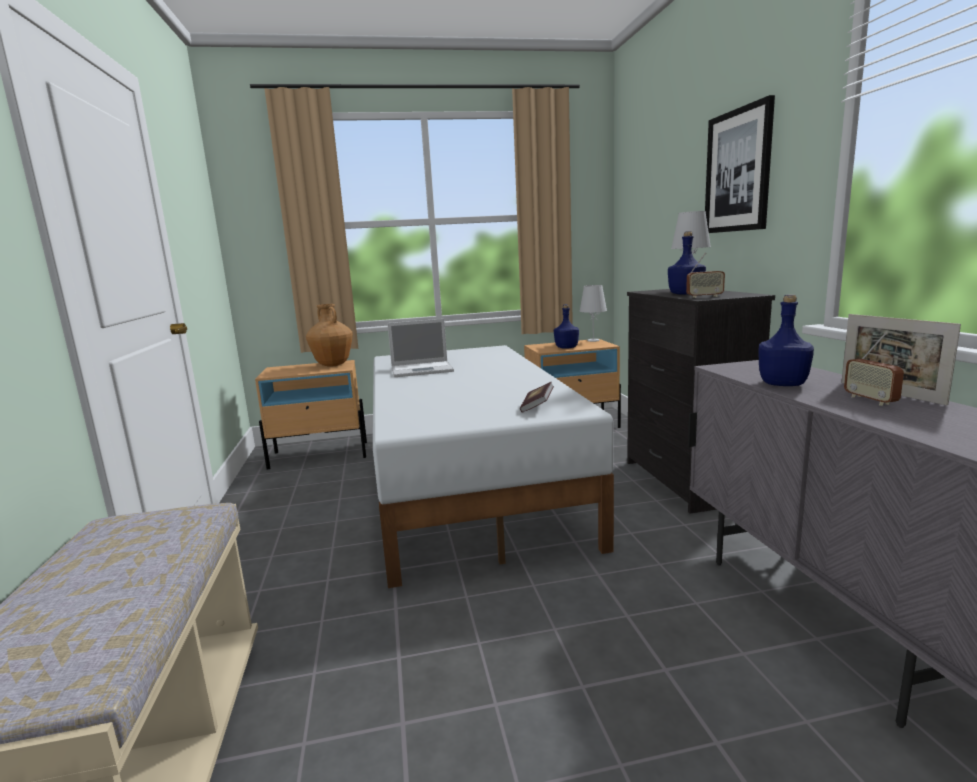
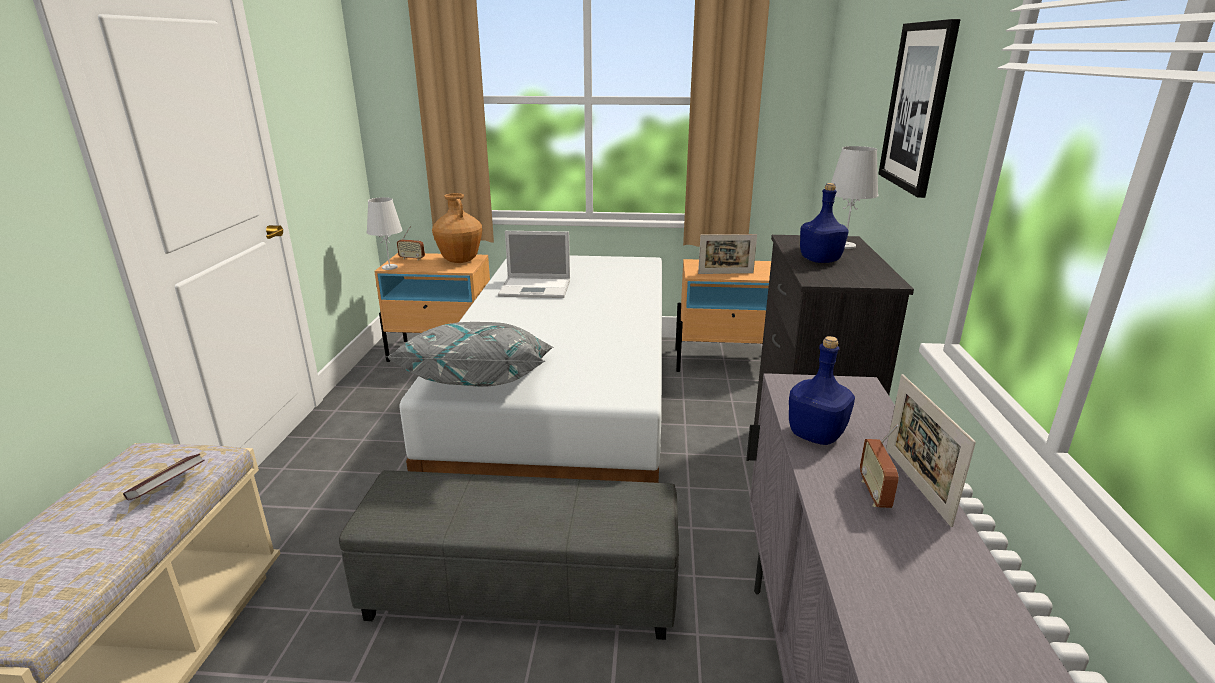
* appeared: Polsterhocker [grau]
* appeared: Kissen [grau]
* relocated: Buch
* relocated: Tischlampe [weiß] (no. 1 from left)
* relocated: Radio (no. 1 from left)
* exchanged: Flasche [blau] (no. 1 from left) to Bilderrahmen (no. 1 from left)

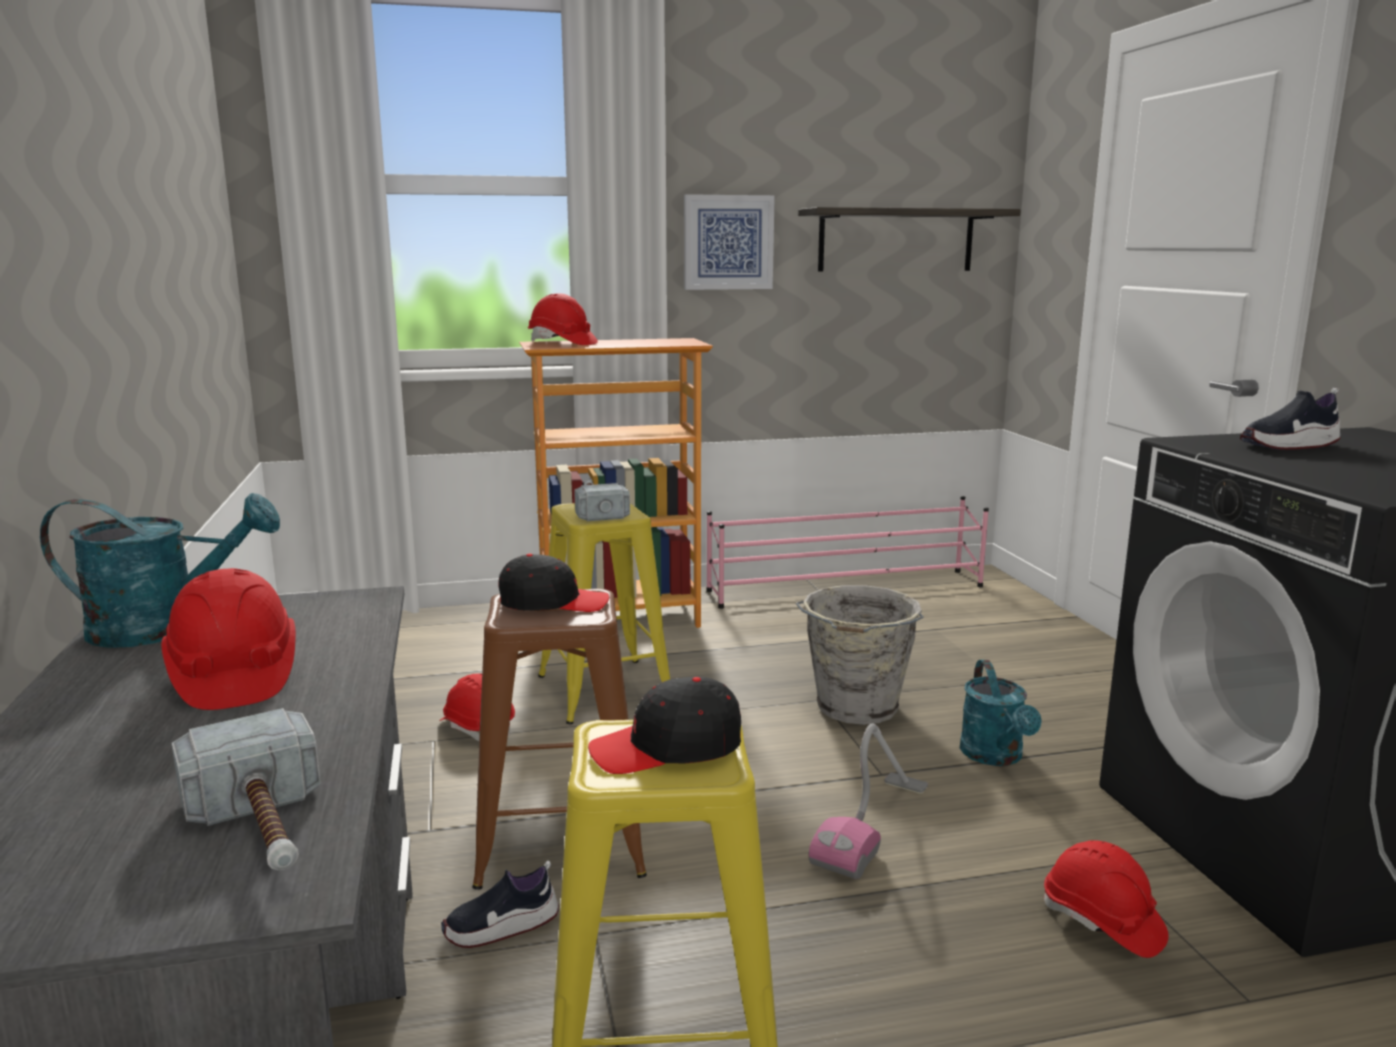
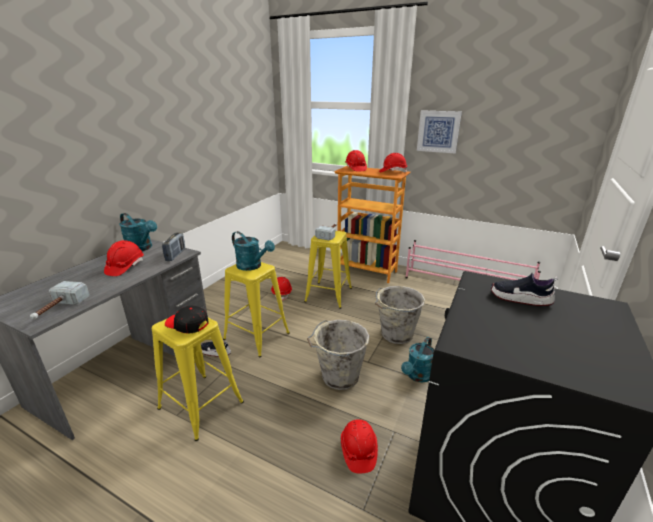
* missing: Wandregal
* appeared: Radio
* appeared: Schutzhelm [rot] (no. 5 from left)
* exchanged: Kappe [schwarz] (no. 1 from left) to Gießkanne [türkis] (no. 2 from left)
* exchanged: Staubsauger to Eimer [grau] (no. 1 from left)
* colour: Hocker [braun] to Hocker [gelb] (no. 2 from left)

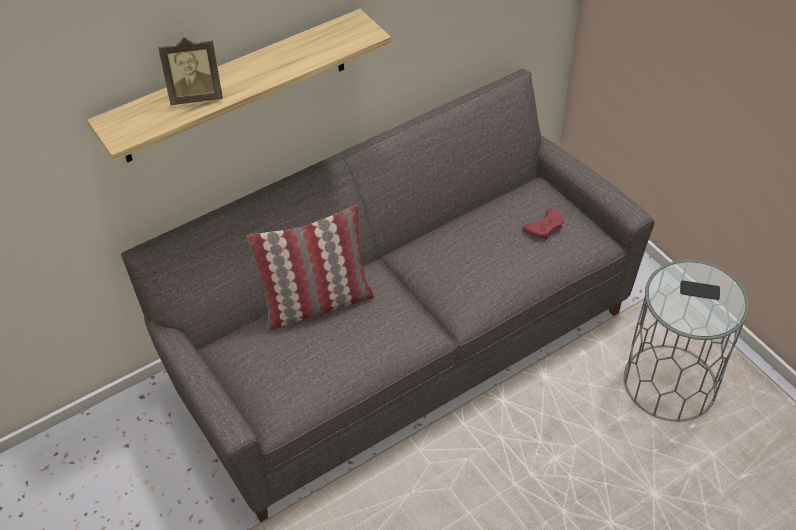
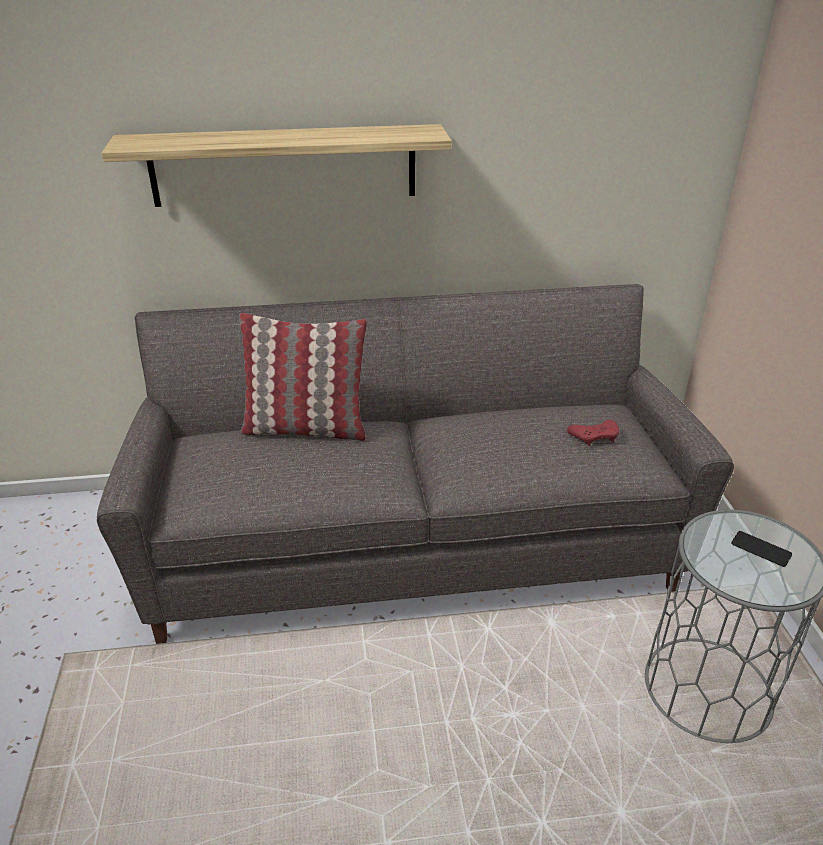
* missing: Bilderrahmen

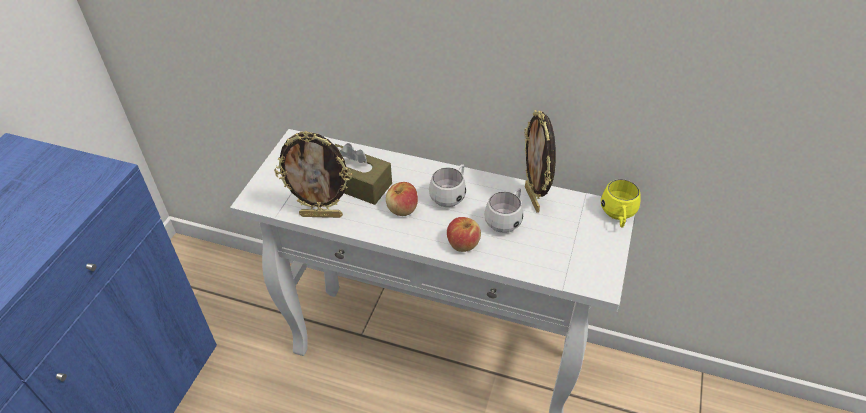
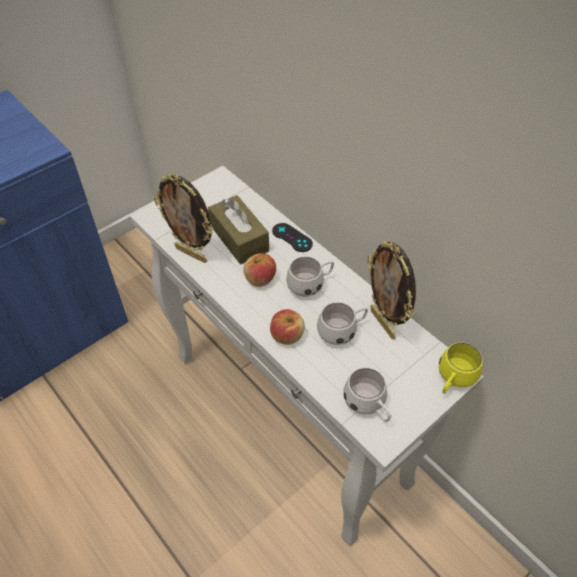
* appeared: Gamepad [schwarz]
* appeared: Henkelbecher [weiß] (no. 3 from left)
* spun: Bilderrahmen (no. 2 from left) 45 degrees counterclockwise

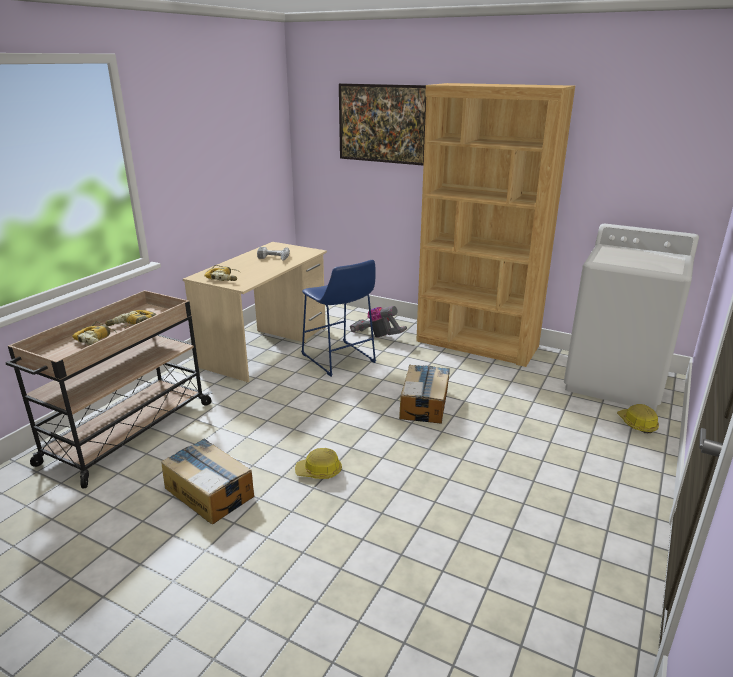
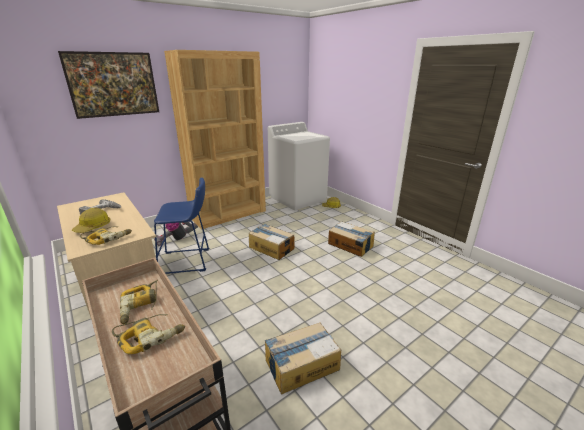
* appeared: Karton (no. 3 from left)
* relocated: Schutzhelm (no. 1 from left)

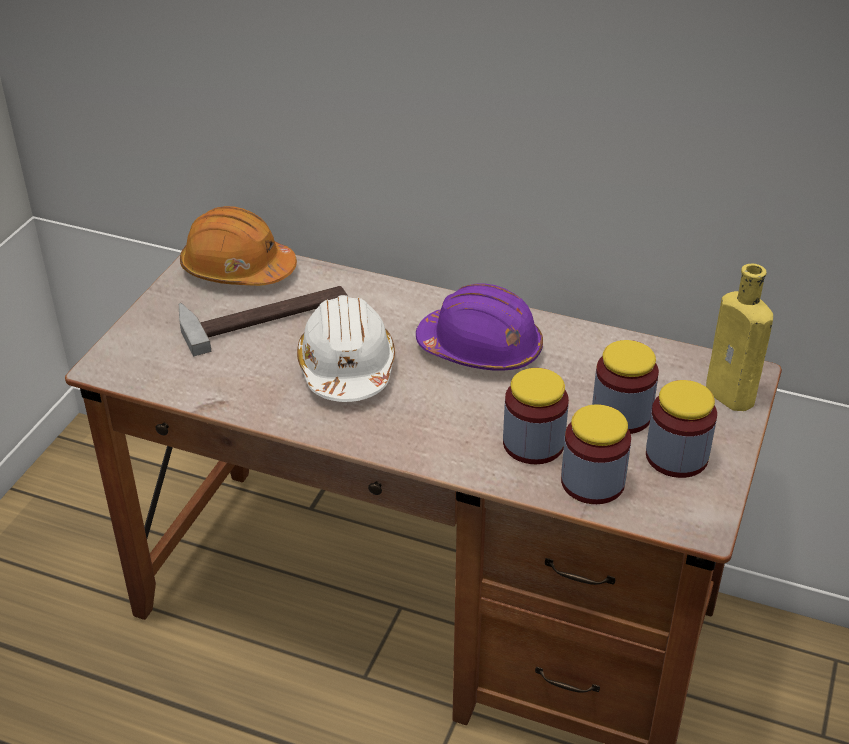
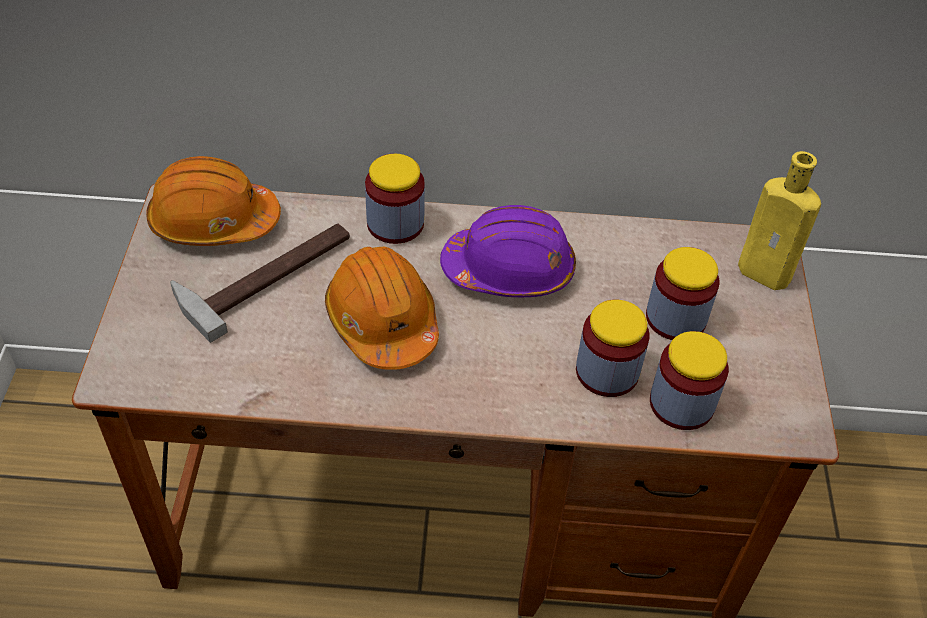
* relocated: Vorratsglas (no. 4 from left in the first image) to Vorratsglas (no. 1 from left)
* colour: Schutzhelm [weiß] to Schutzhelm [orange] (no. 2 from left)

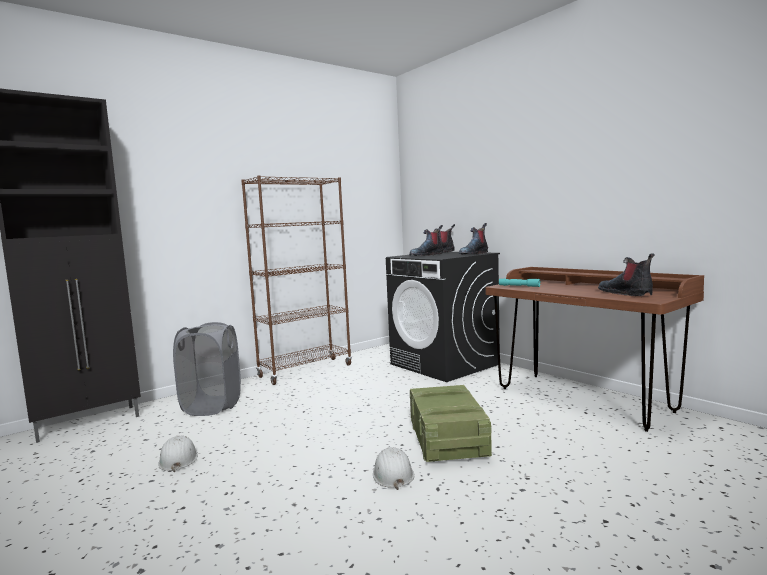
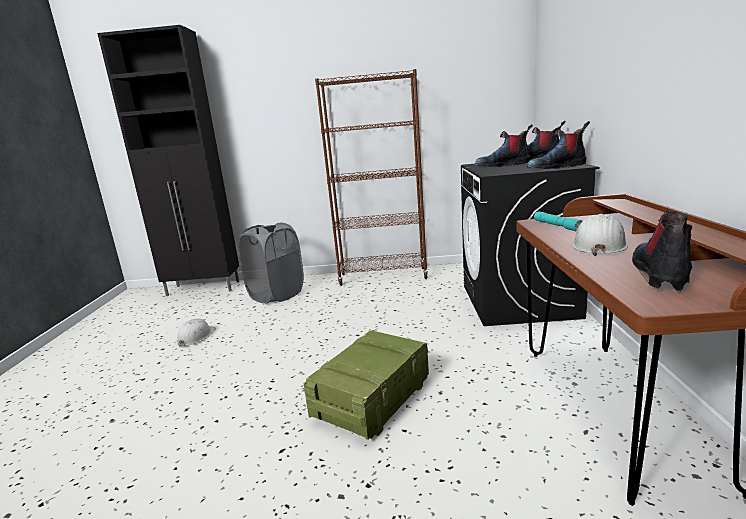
* relocated: Schutzhelm [weiß] (no. 2 from left)

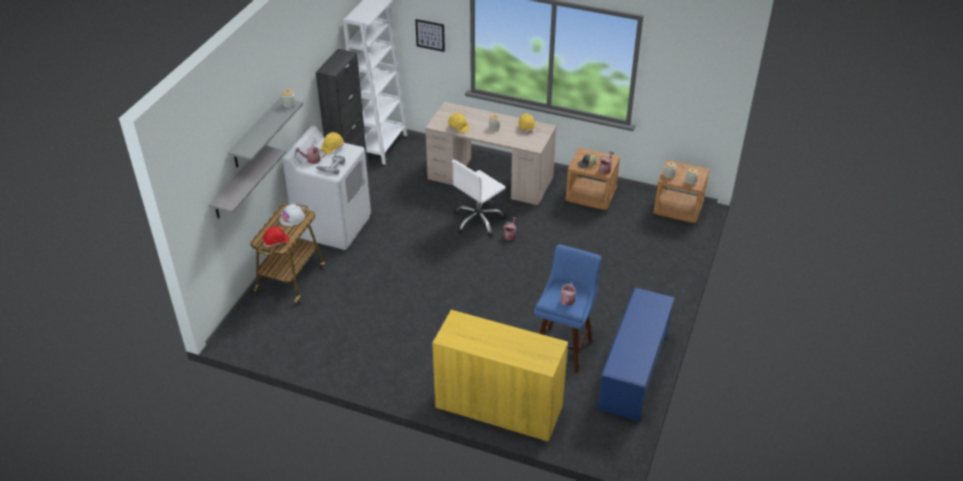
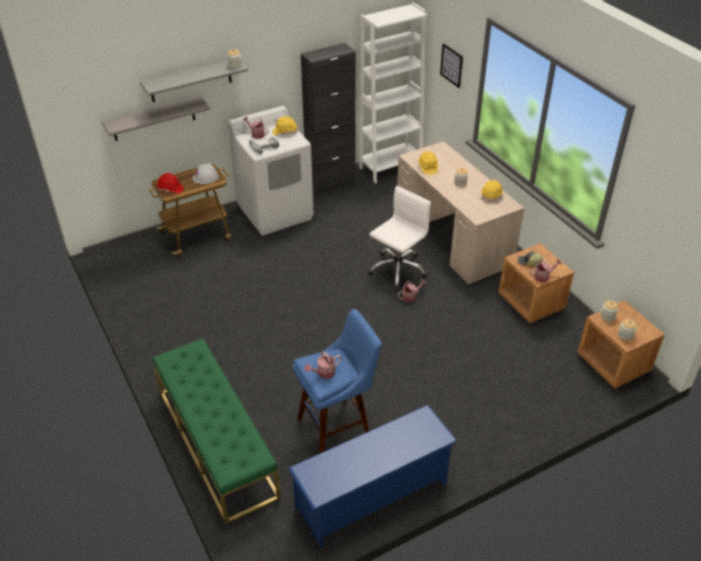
* exchanged: Schrank [gelb] to Bank [grün]
* spun: Bürostuhl [weiß] 135 degrees clockwise

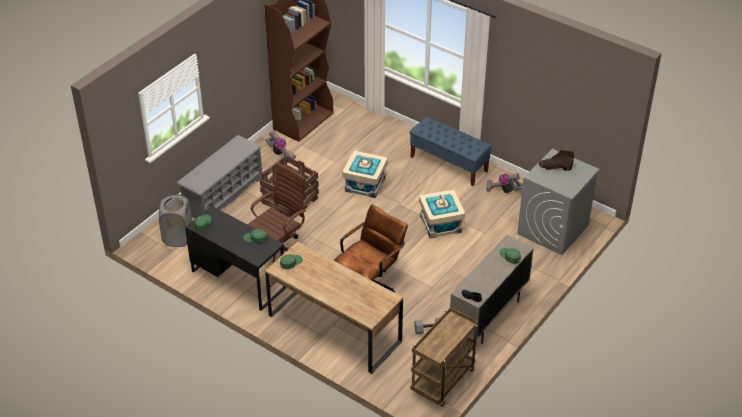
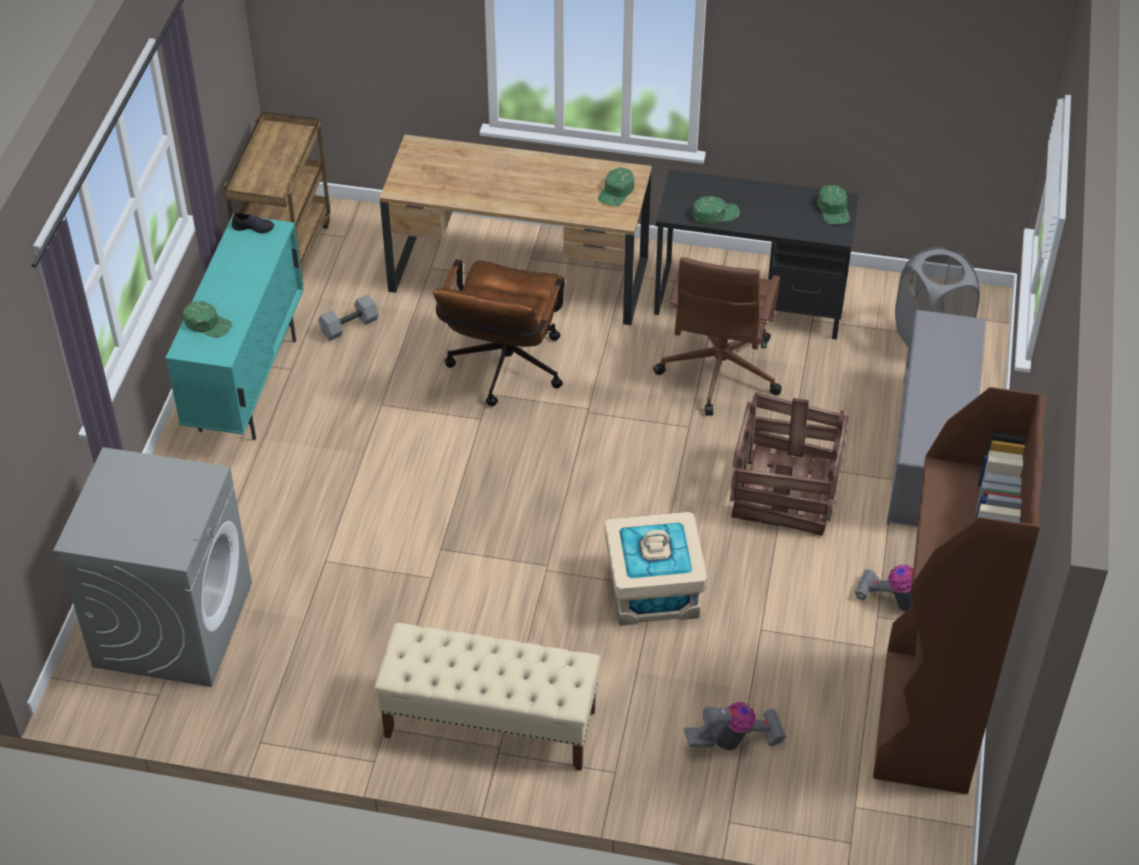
* missing: Aufbewahrungsbox [beige] (no. 2 from left)
* missing: Stiefel [braun]
* relocated: Staubsauger (no. 2 from left in the first image) to Staubsauger (no. 1 from left)
* colour: Bank [blau] to Bank [beige]
* colour: Schrank [beige] to Schrank [türkis]

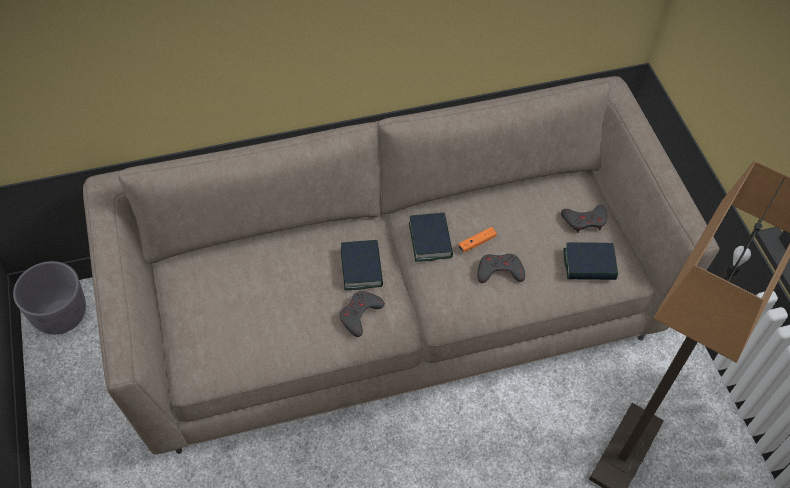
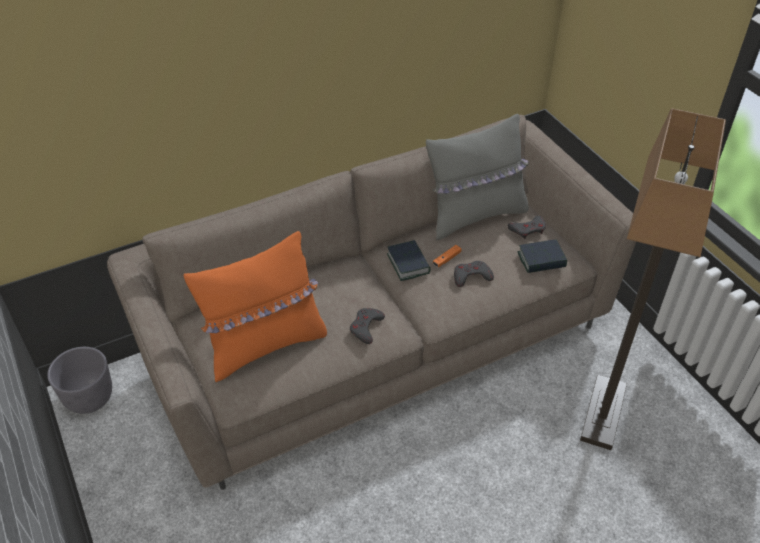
* missing: Buch (no. 1 from left)
* appeared: Kissen [orange]
* appeared: Kissen [grau]

